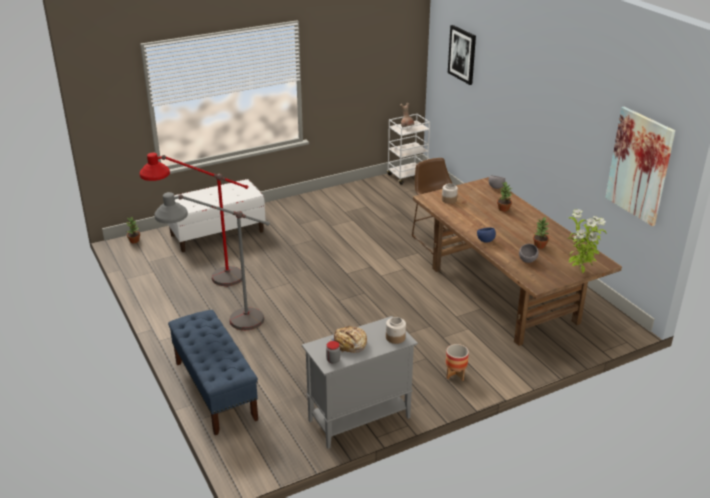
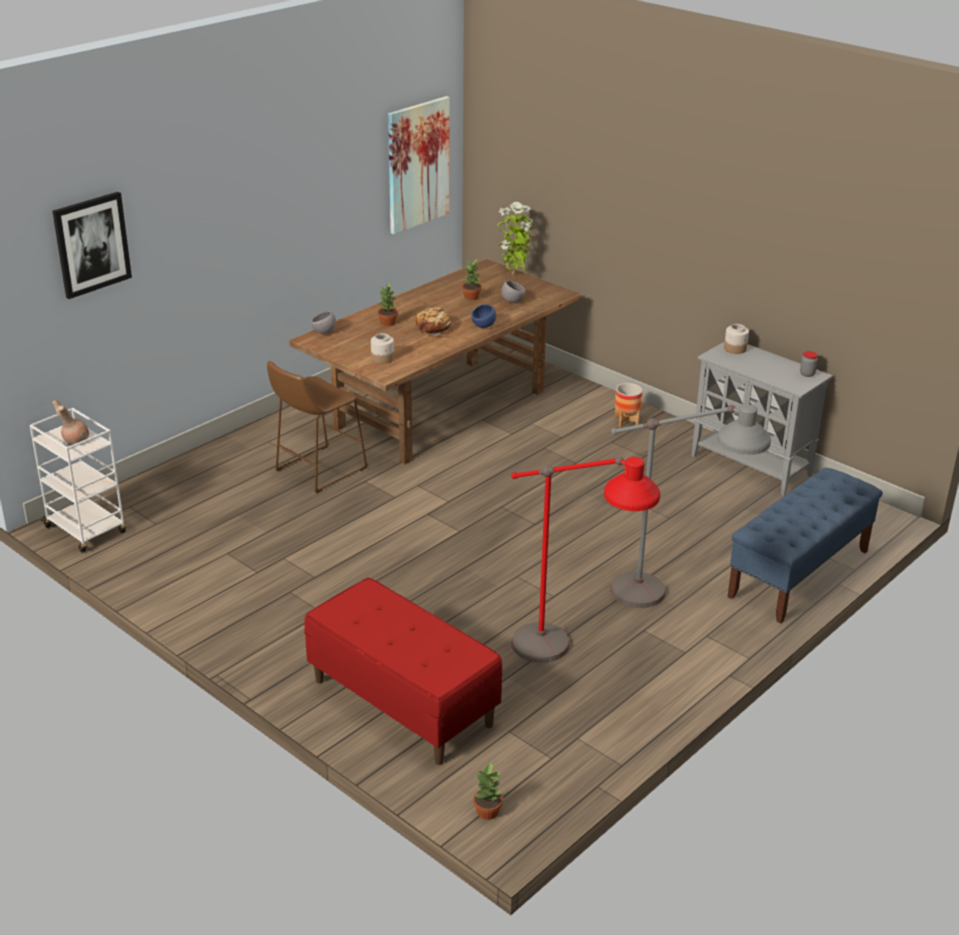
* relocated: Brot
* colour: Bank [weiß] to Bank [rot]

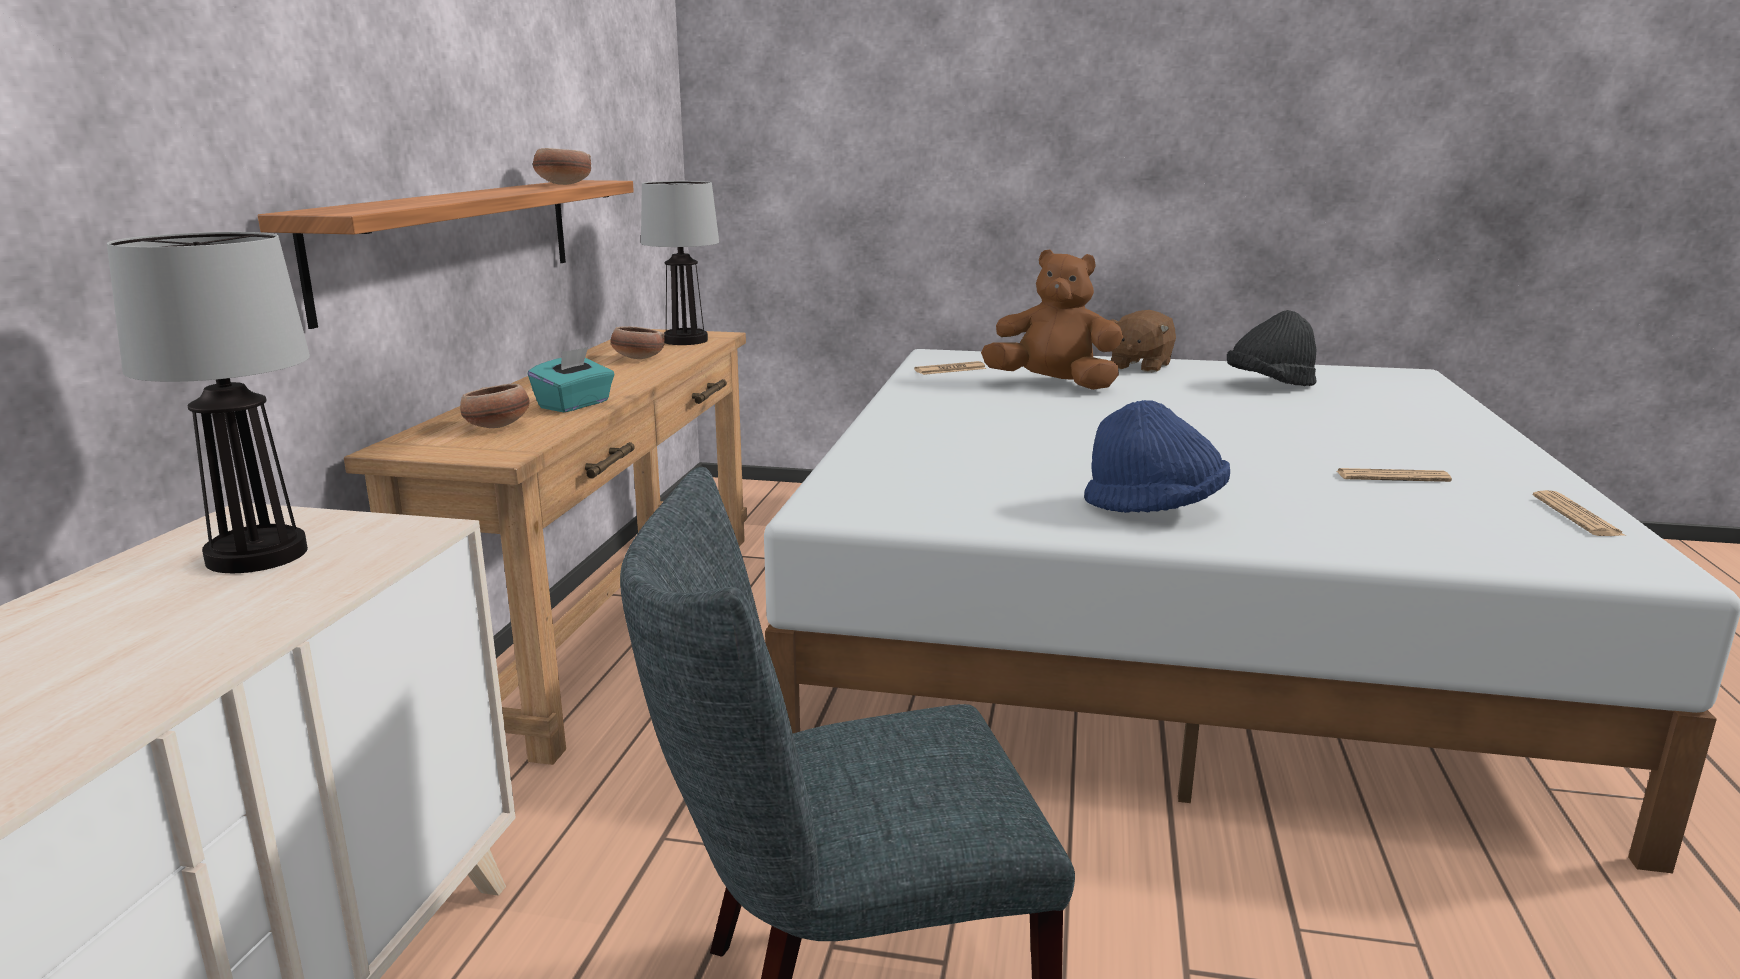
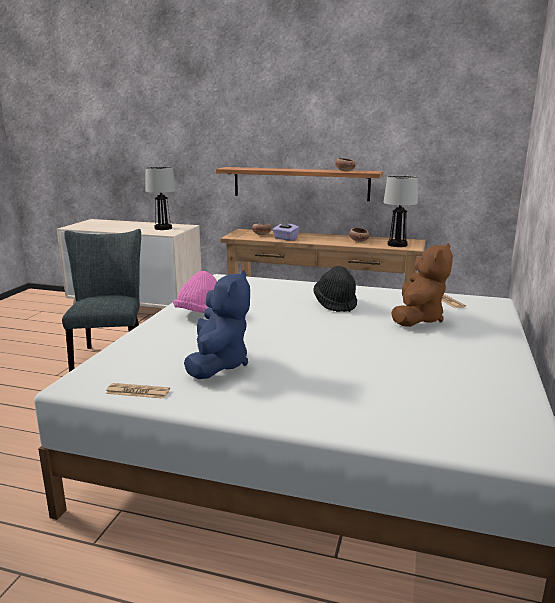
* missing: Plüschtier [braun] (no. 2 from left)
* relocated: Hut [schwarz]
* exchanged: Zeitung (no. 2 from left) to Plüschtier [blau]
* colour: Taschentuchbox [türkis] to Taschentuchbox [lila]
* colour: Hut [blau] to Hut [rosa]

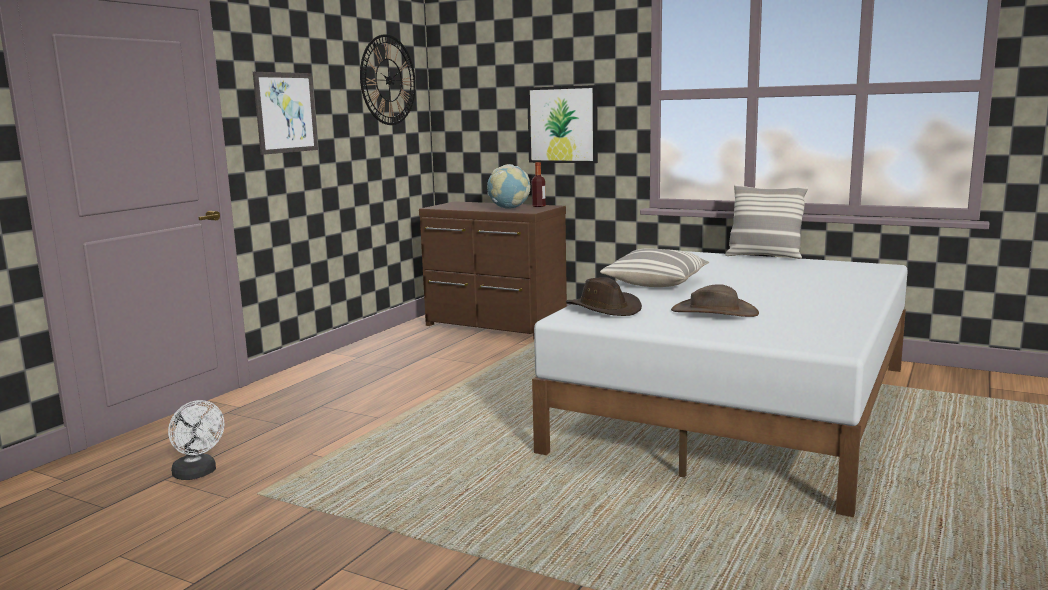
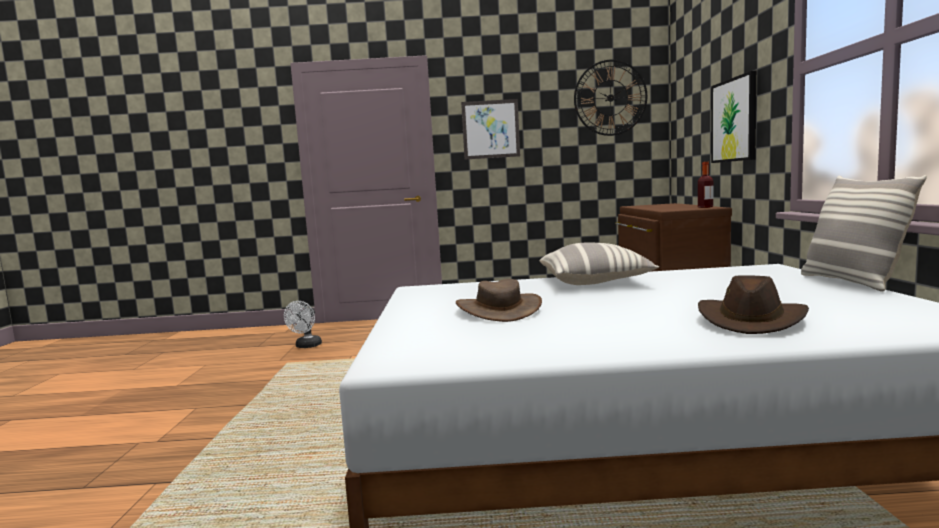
* missing: Globus
* relocated: Hut [braun] (no. 1 from left in the first image) to Hut [braun] (no. 2 from left)

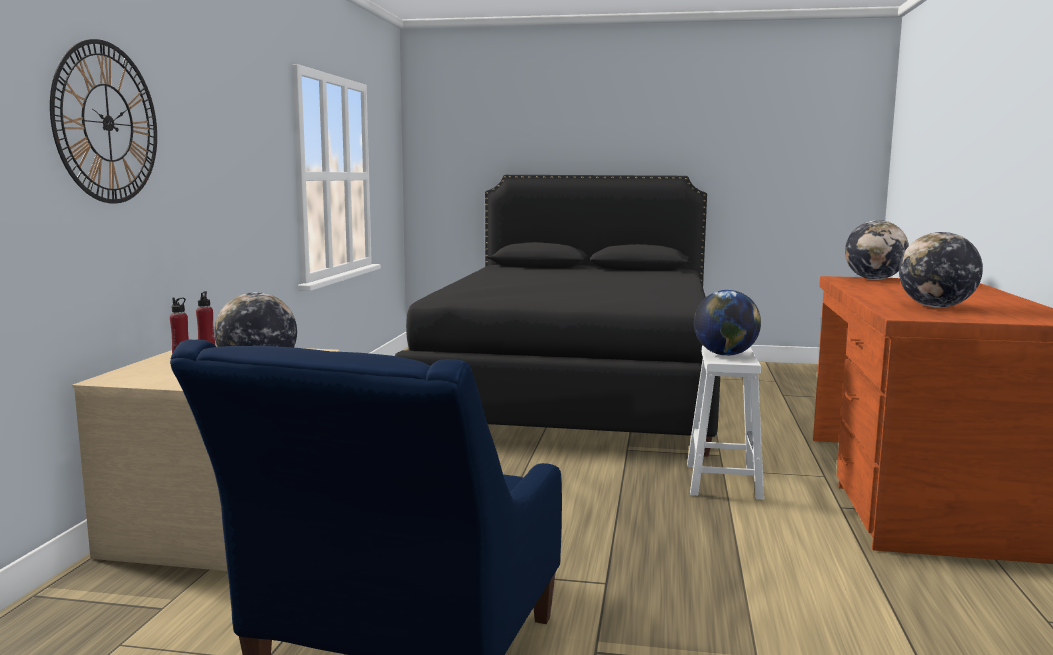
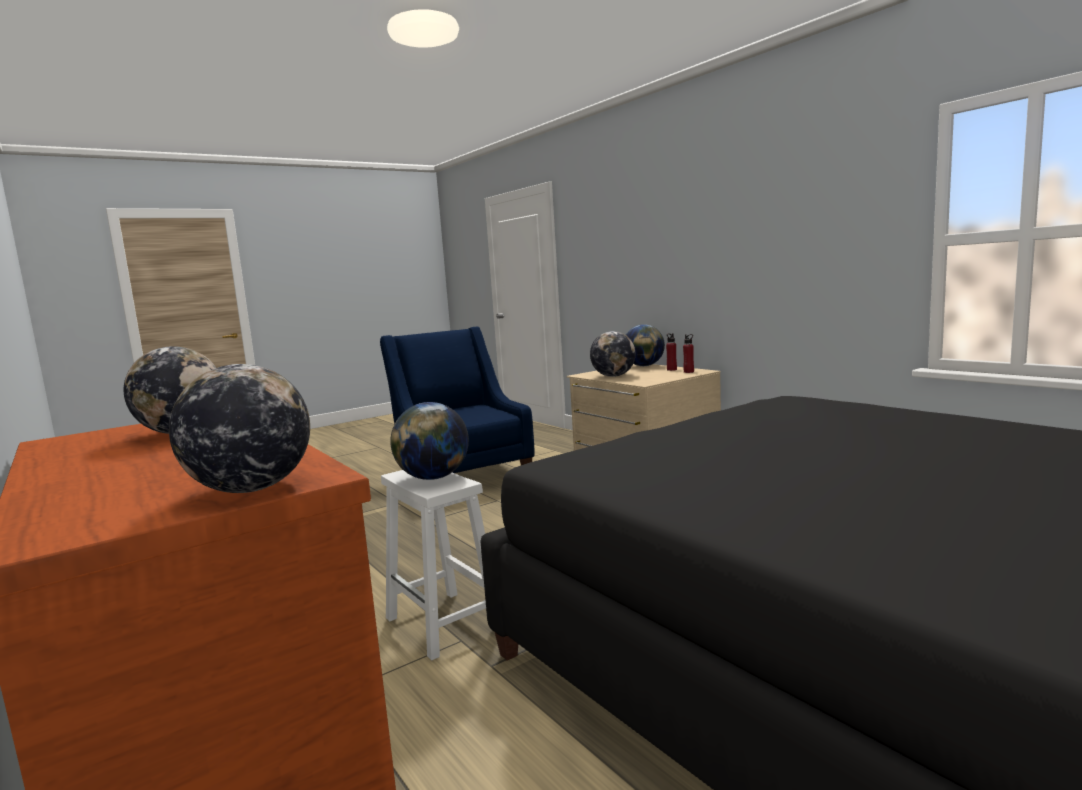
* missing: Wanduhr
* appeared: Globus (no. 5 from left)

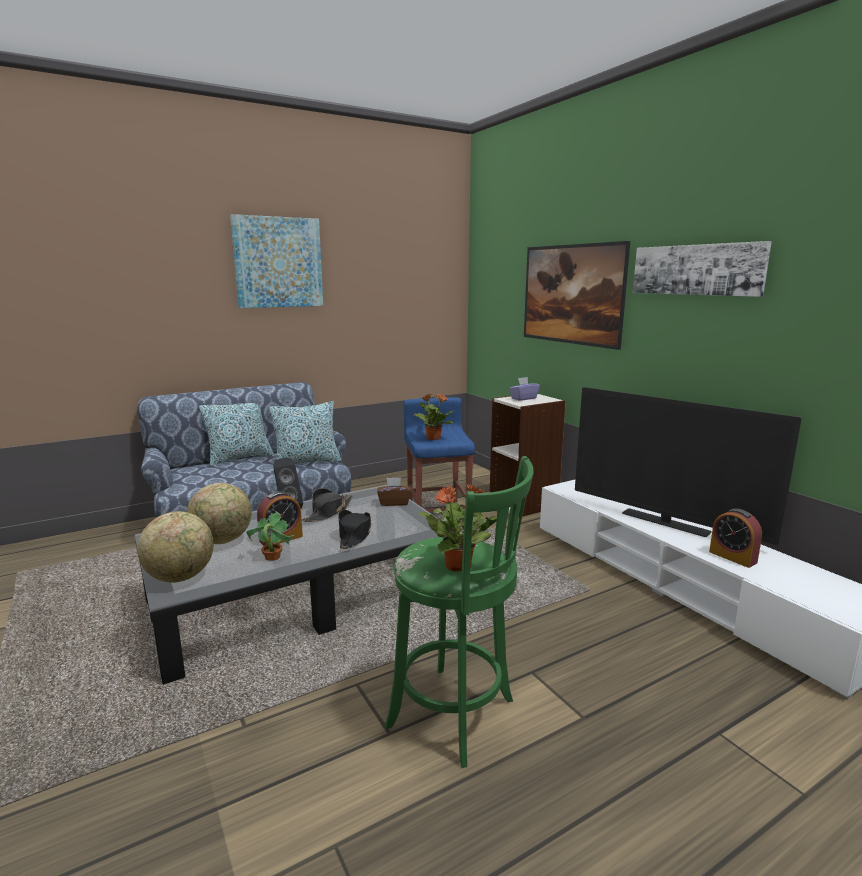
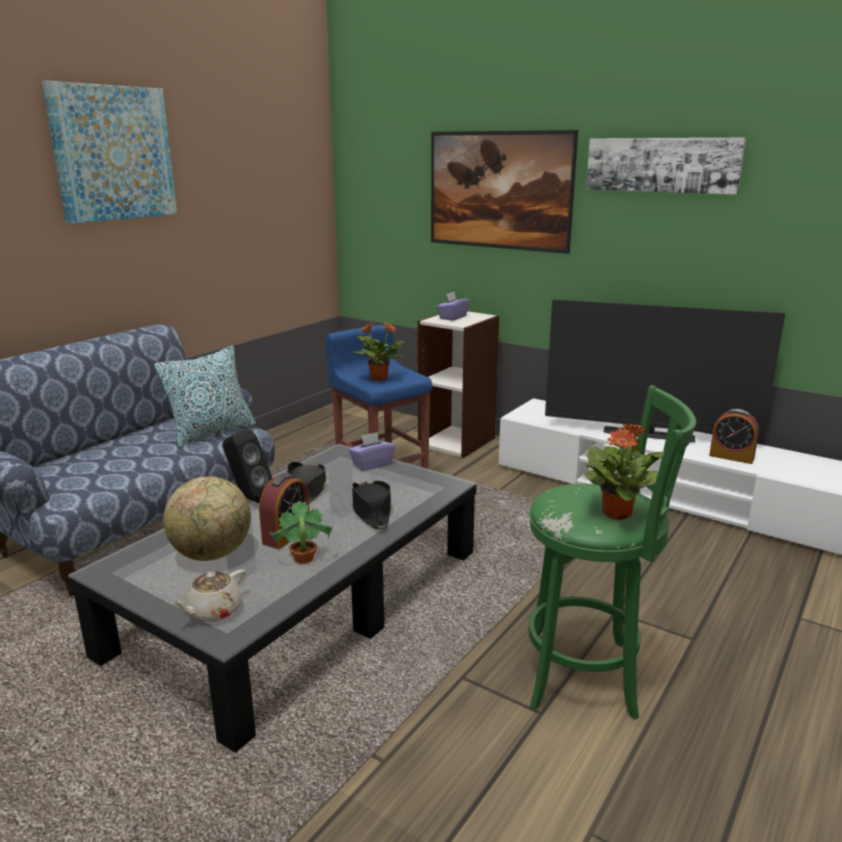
* missing: Kissen (no. 1 from left)
* exchanged: Globus (no. 1 from left) to Teekanne [beige]
* colour: Taschentuchbox [braun] to Taschentuchbox [lila] (no. 1 from left)

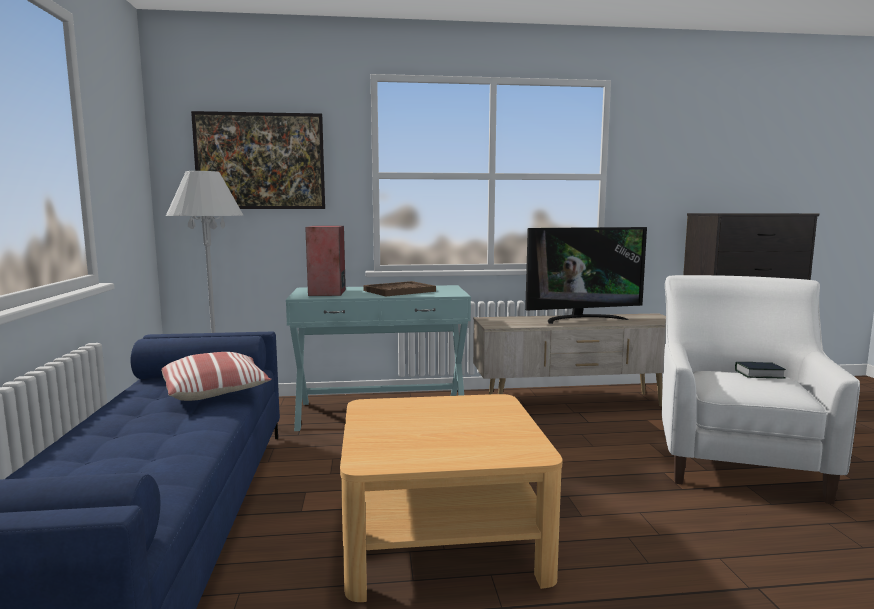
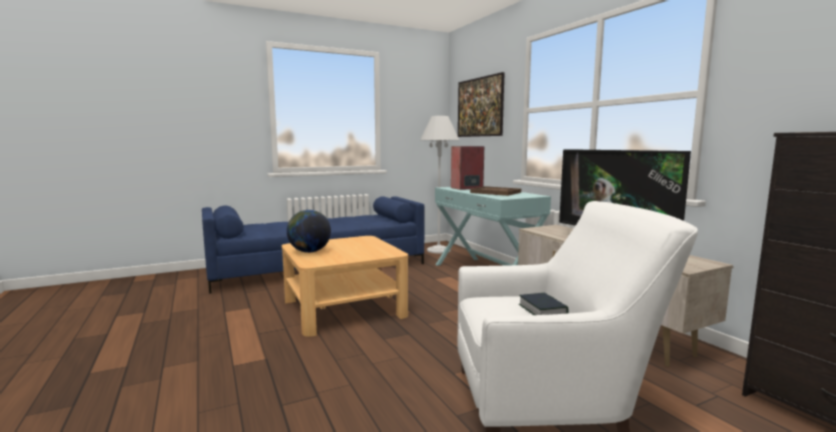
* missing: Kissen
* appeared: Globus

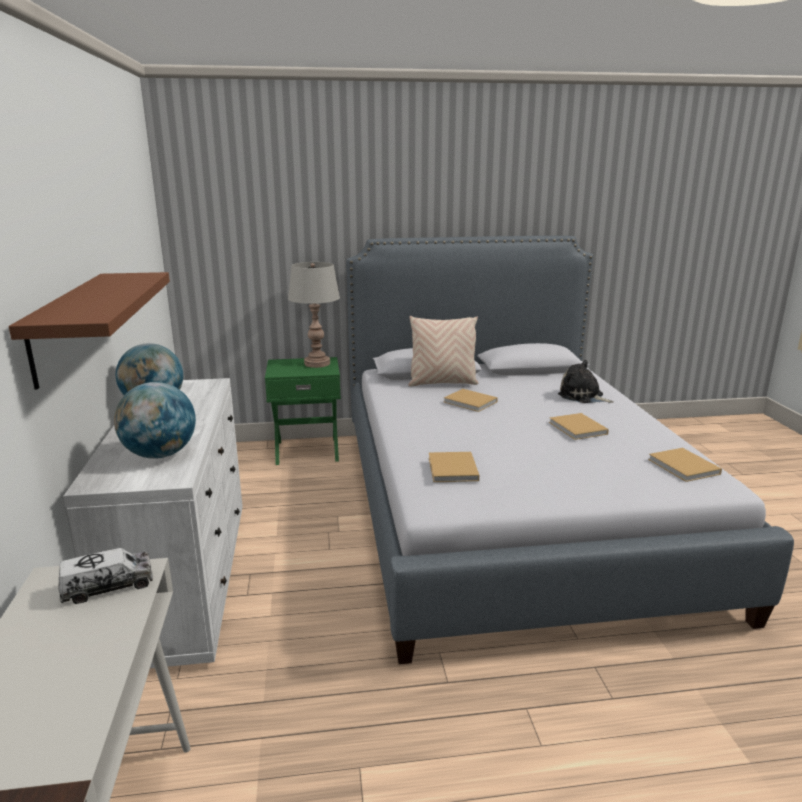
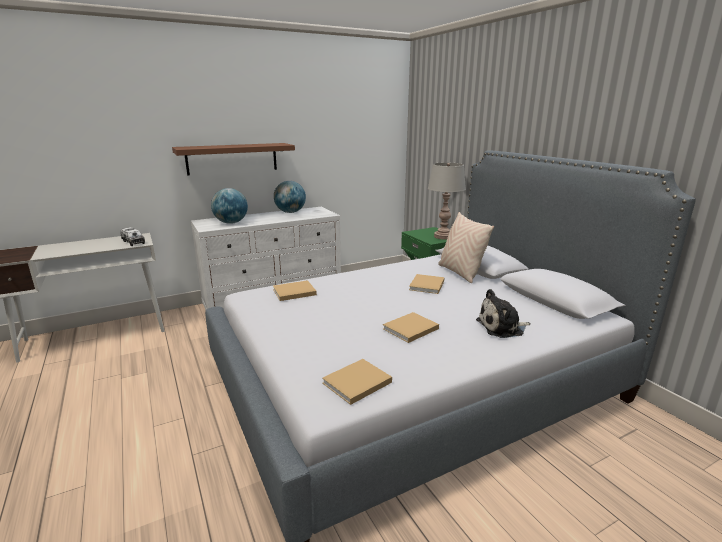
* spun: Plüschtier 120 degrees counterclockwise

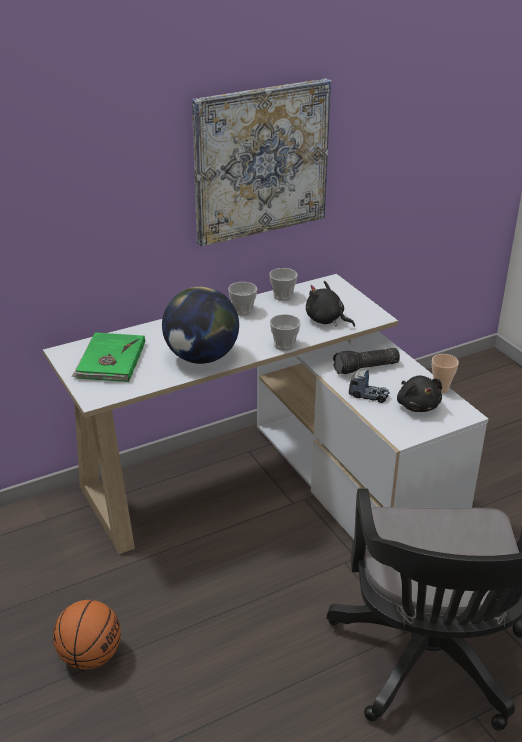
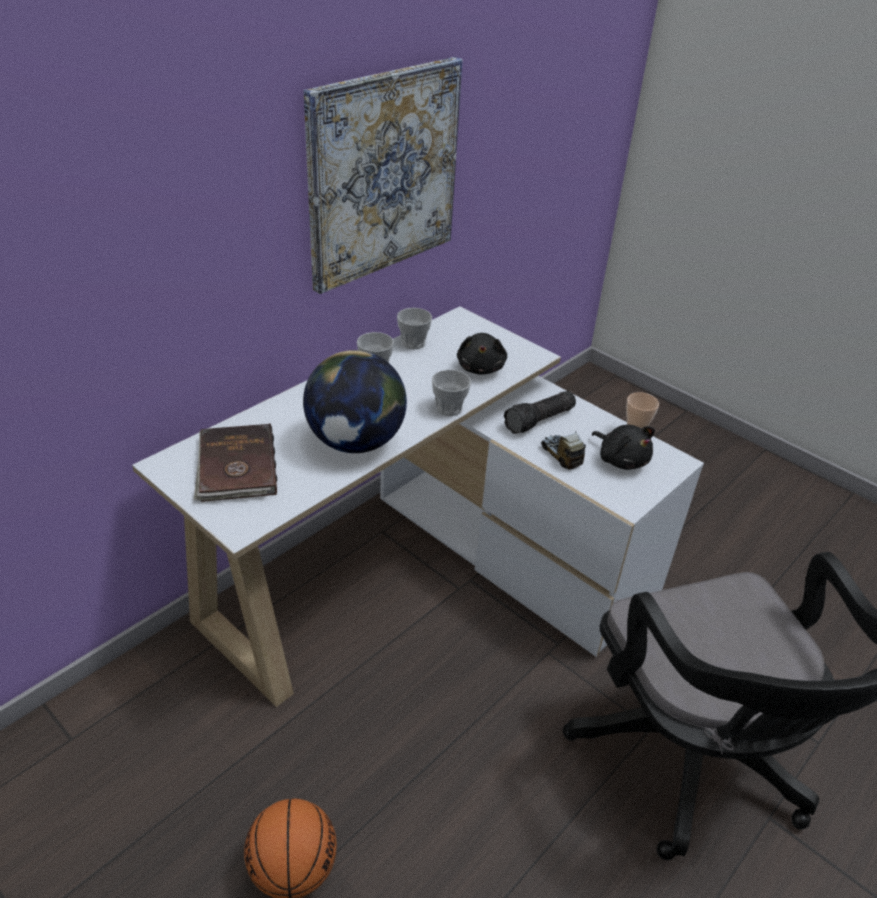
* colour: Buch [grün] to Buch [braun]
* spun: Plüschtier [schwarz] (no. 1 from left) 105 degrees counterclockwise
* spun: Spielzeuglaster 120 degrees counterclockwise

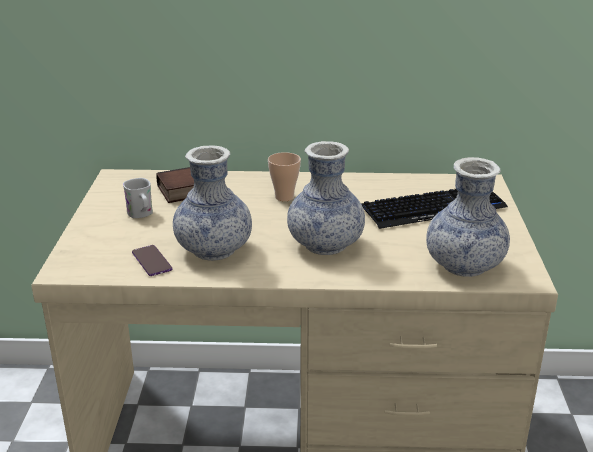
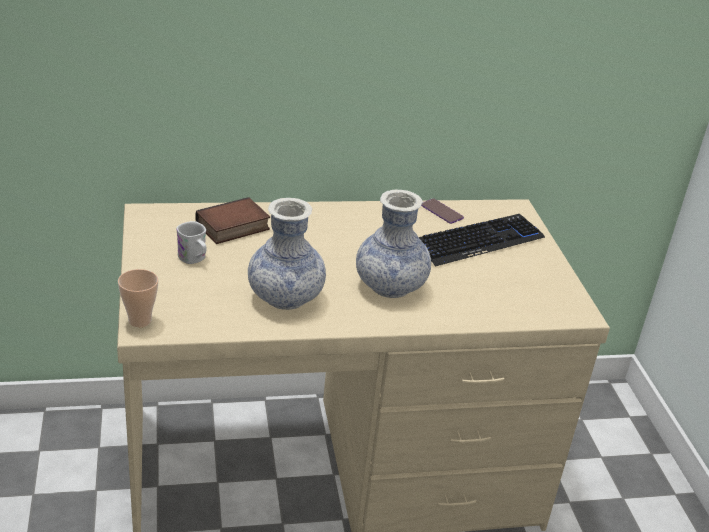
* missing: Vase (no. 3 from left)
* relocated: Handy
* relocated: Tasse

